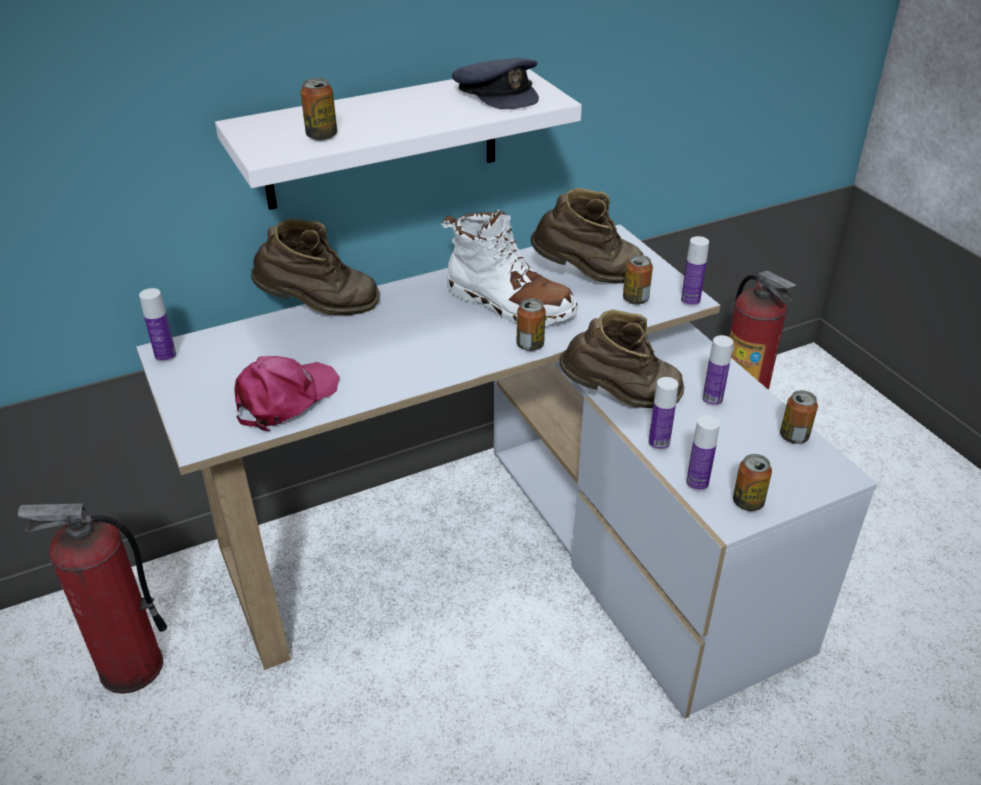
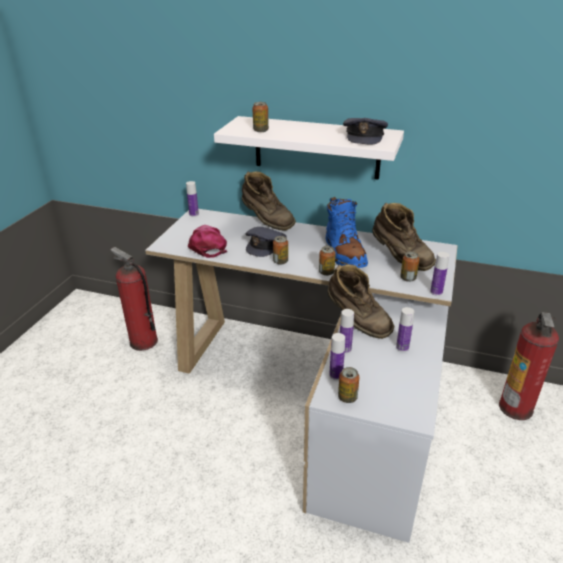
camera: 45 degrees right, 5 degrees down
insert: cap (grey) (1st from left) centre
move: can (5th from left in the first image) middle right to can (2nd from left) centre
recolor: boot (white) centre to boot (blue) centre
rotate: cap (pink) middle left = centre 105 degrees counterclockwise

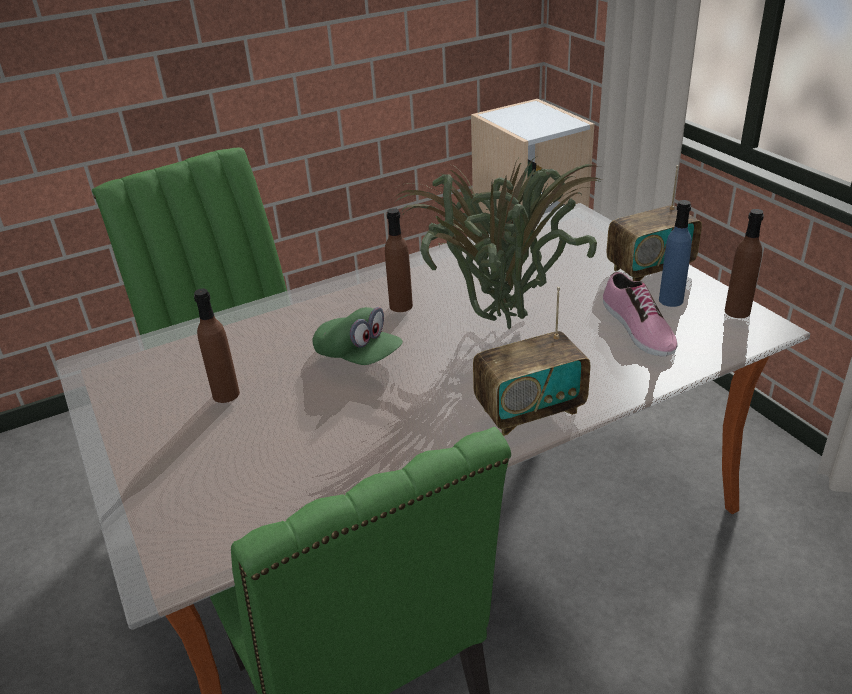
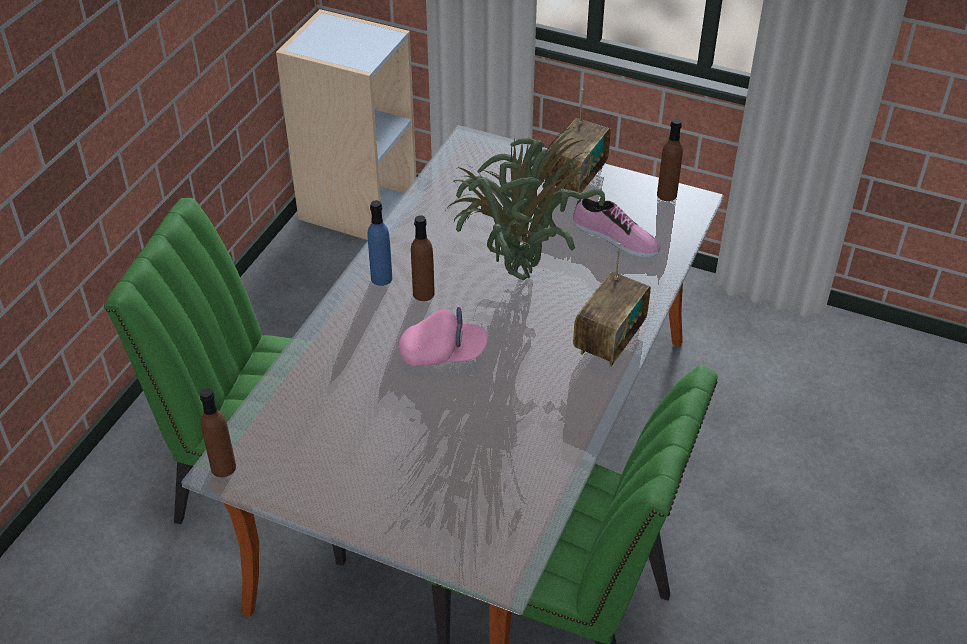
camera: 40 degrees left, 10 degrees up
move: bottle (brown) (1st from left) middle left to bottom left; bottle (blue) middle right to centre
recolor: cap (green) centre to cap (pink) centre

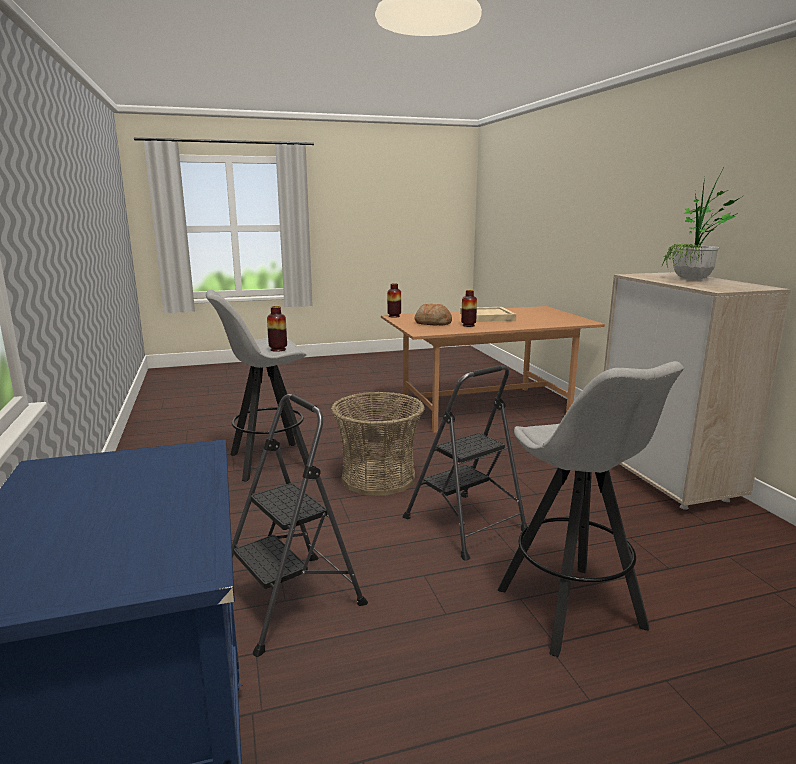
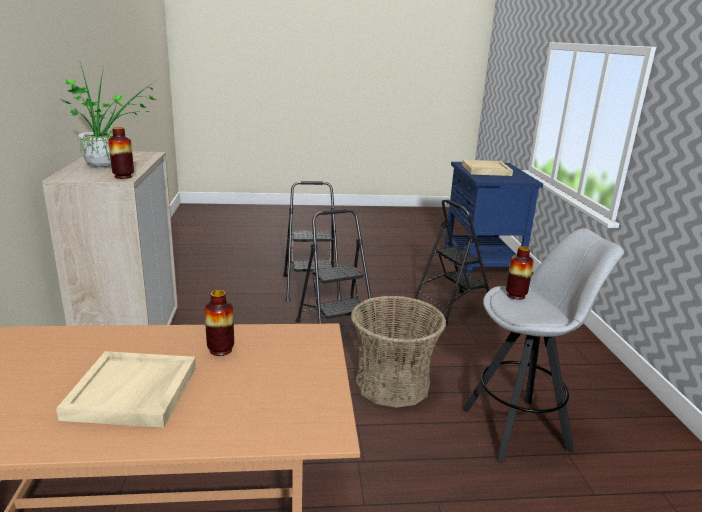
camera: 170 degrees left, 5 degrees up
delete: bread centre
insert: tray (beige) (2nd from left) top right
move: vase (2nd from left in the first image) centre to vase (1st from left) top left
replace: stool (grey) (2nd from left) middle right to step ladder (black) (1st from left) centre

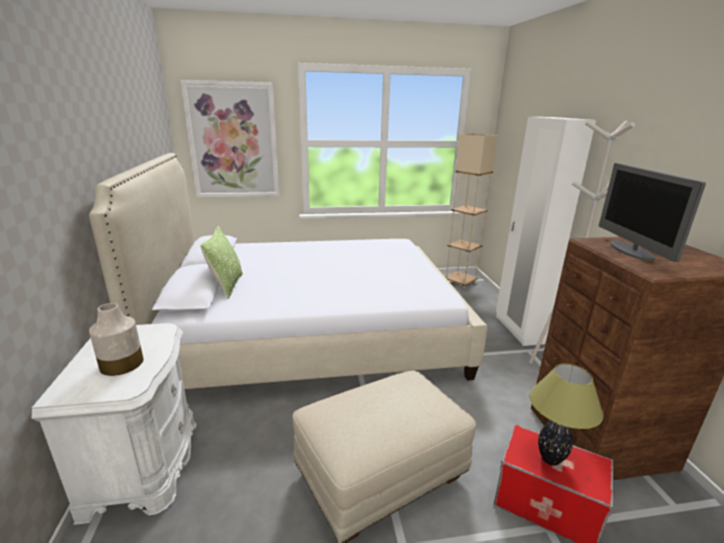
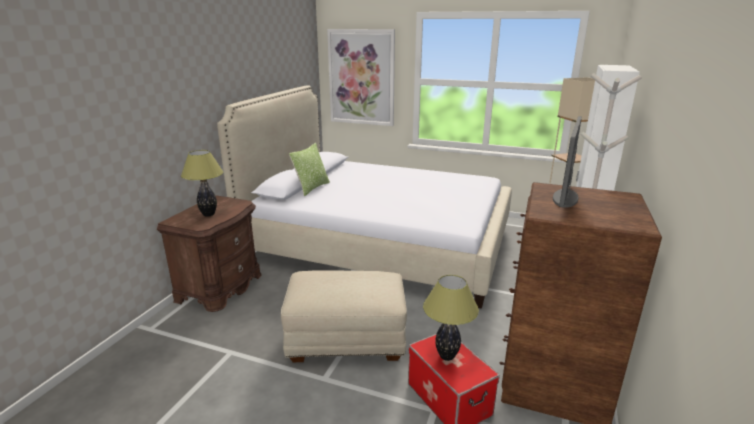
camera: 30 degrees right, 0 degrees up
replace: vase (beige) middle left to table lamp (1st from left) middle left
recolor: nightstand (white) bottom left to nightstand (brown) middle left

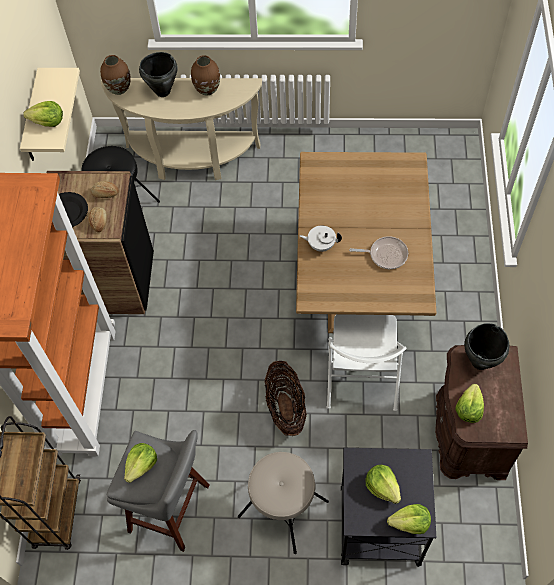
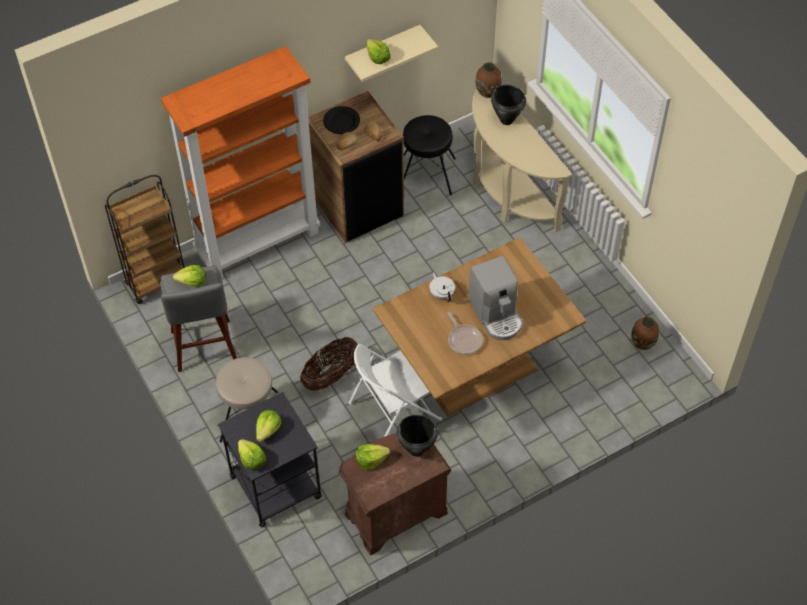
camera: 55 degrees right, 5 degrees down
insert: coffee machine centre
move: vase (brown) (2nd from left) top centre to middle right

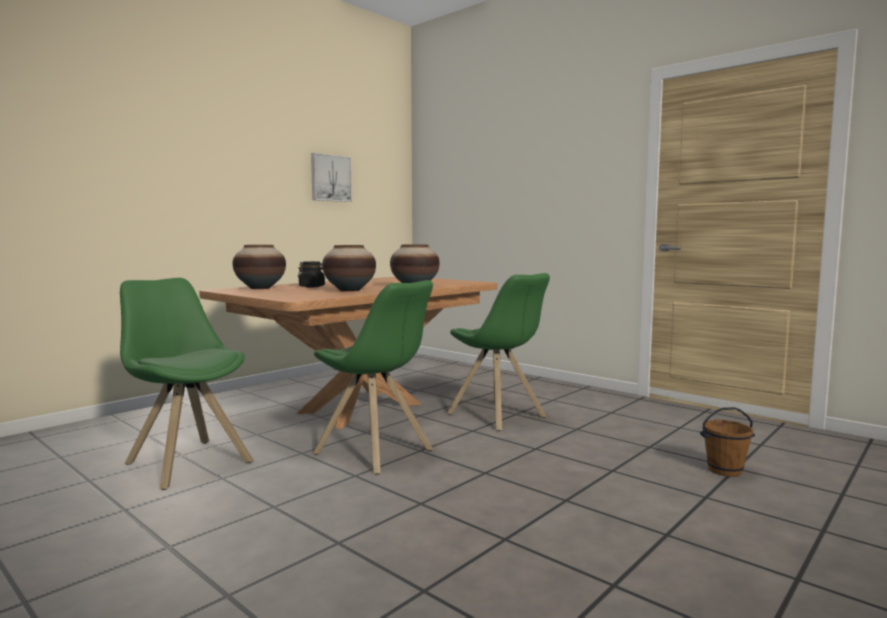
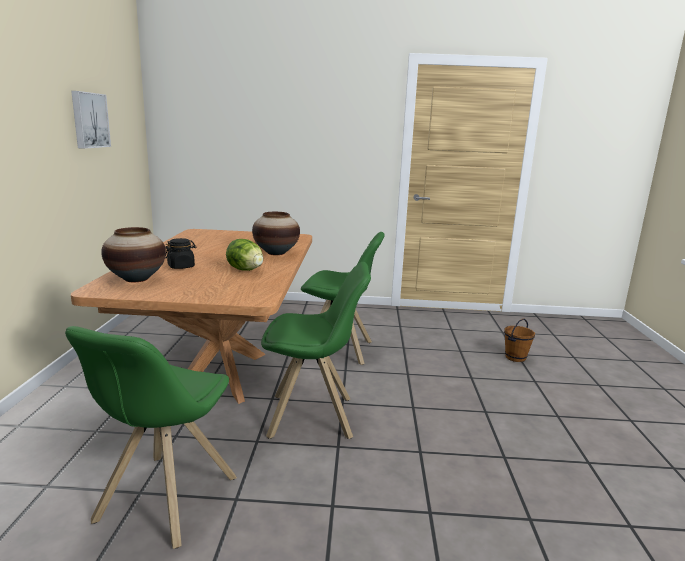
camera: 40 degrees left, 10 degrees up
replace: vase (2nd from left) centre to lettuce centre
rotate: chair (green) (1st from left) middle left = bottom left 75 degrees counterclockwise

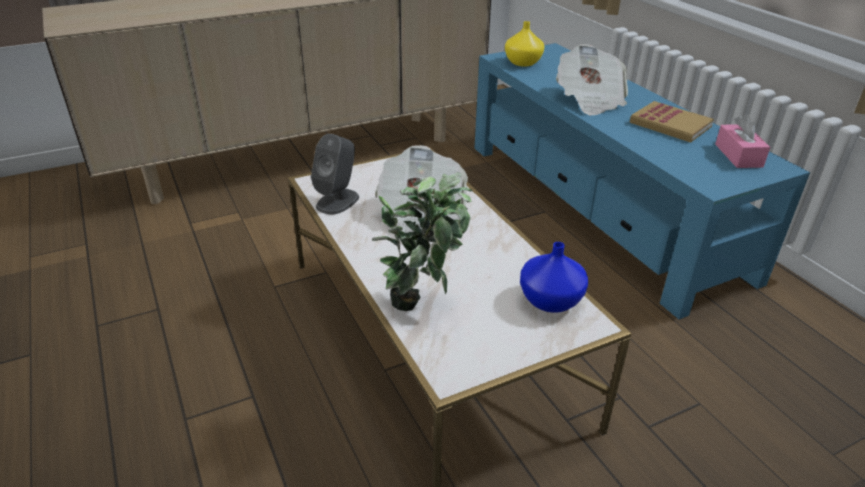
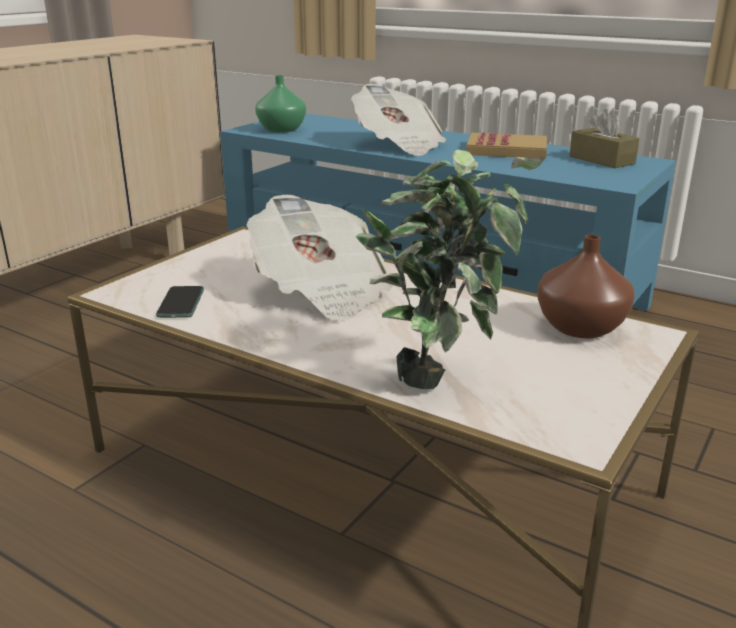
camera: 30 degrees left, 10 degrees down
replace: speaker (grey) centre to phone middle left
recolor: vase (yellow) top centre to vase (green) top centre; vase (blue) centre to vase (brown) middle right; tissue box (pink) top right to tissue box (brown) top right

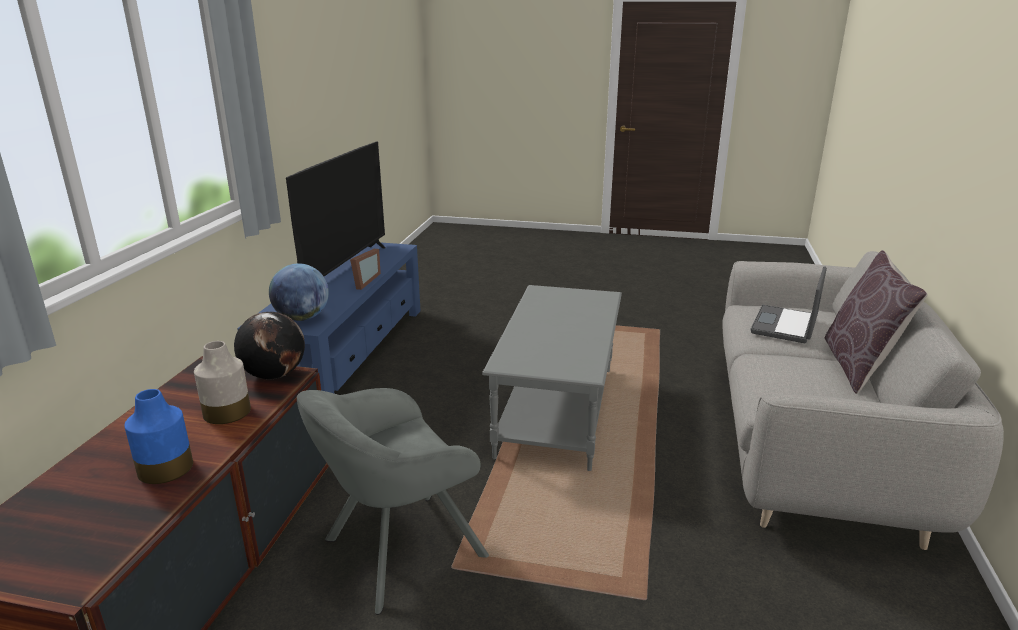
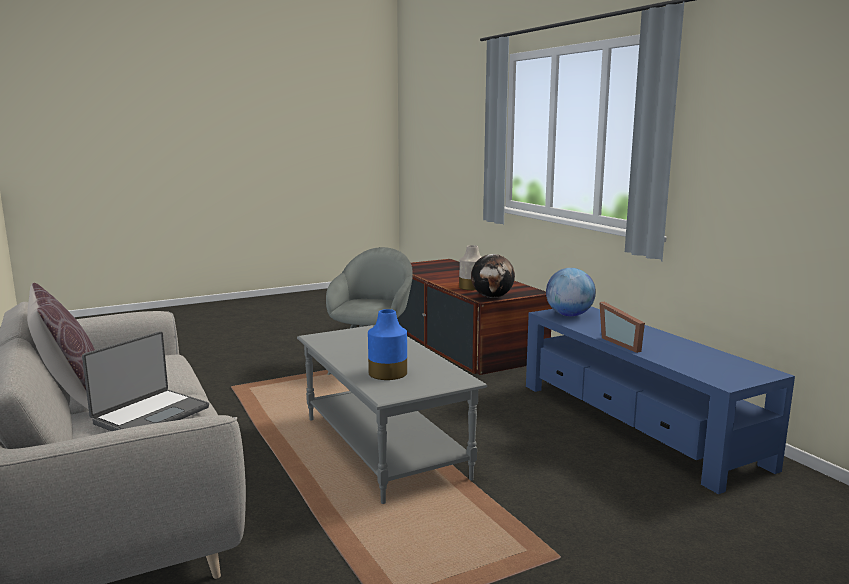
camera: 140 degrees right, 10 degrees down
delete: television top left
move: vase (blue) bottom left to centre
rotate: laptop middle right = middle left 45 degrees clockwise

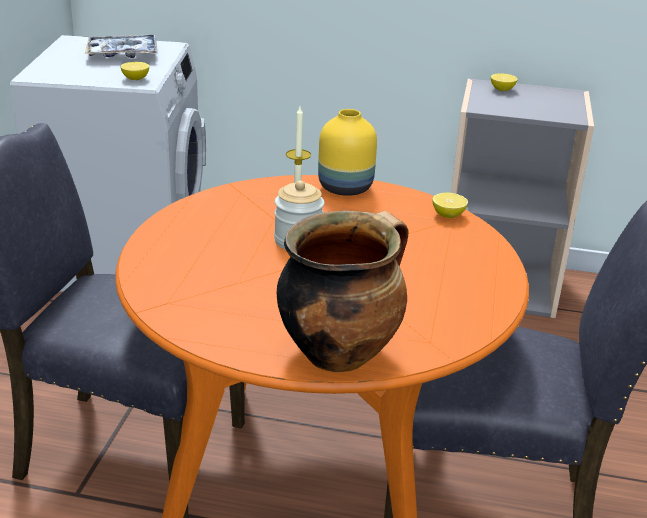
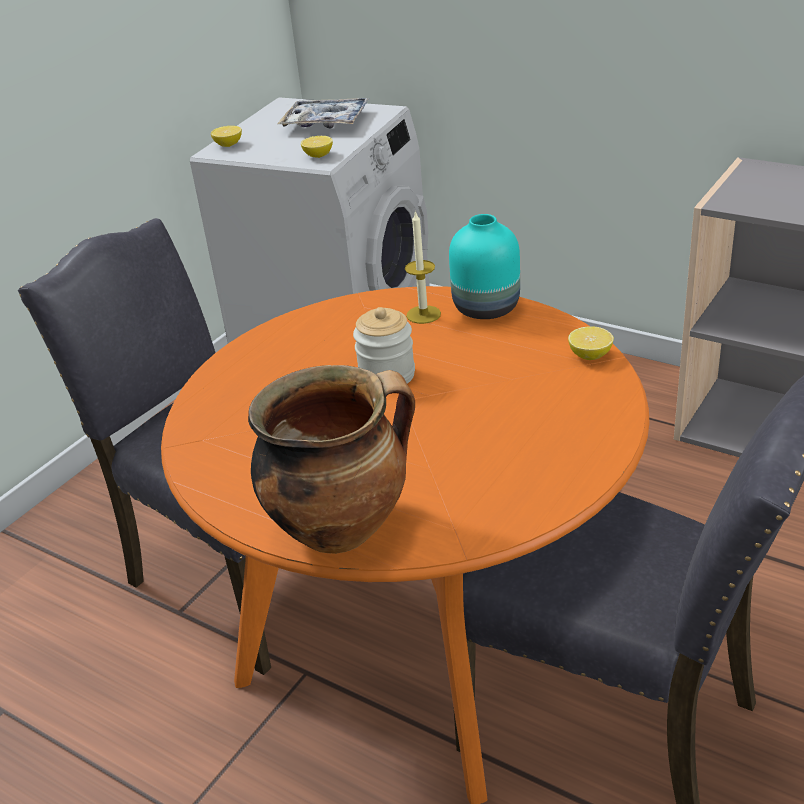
camera: 25 degrees right, 5 degrees up
move: lemon (3rd from left in the first image) top right to lemon (1st from left) top left
recolor: vase (yellow) top centre to vase (turquoise) top centre

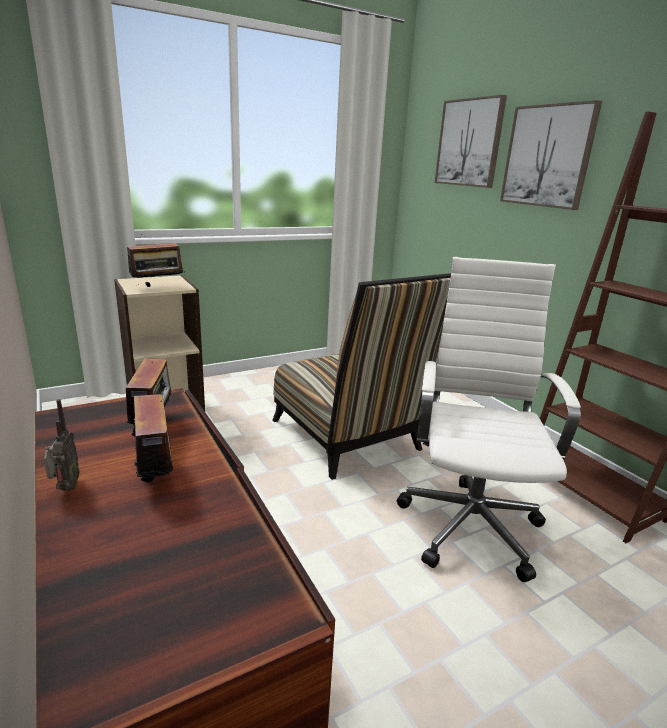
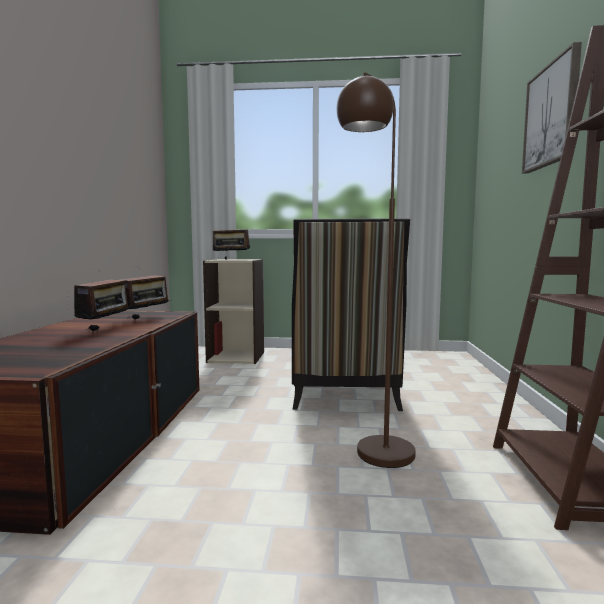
camera: 35 degrees right, 15 degrees down
delete: radio (1st from left) middle left; picture (1st from left) top right
replace: office chair (white) middle right to floor lamp (brown) centre

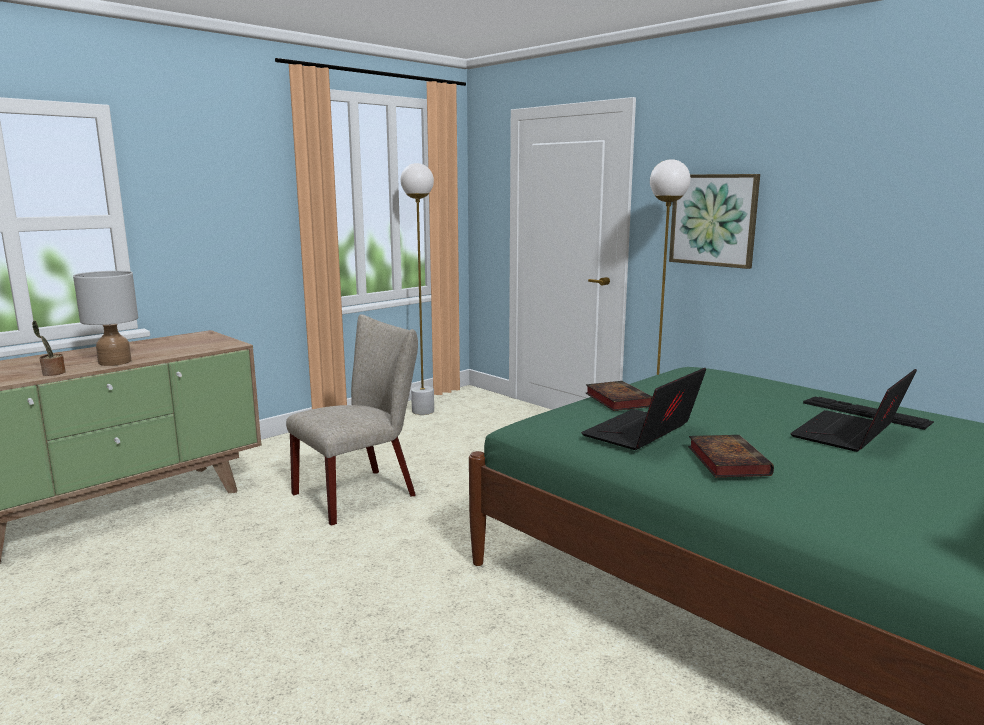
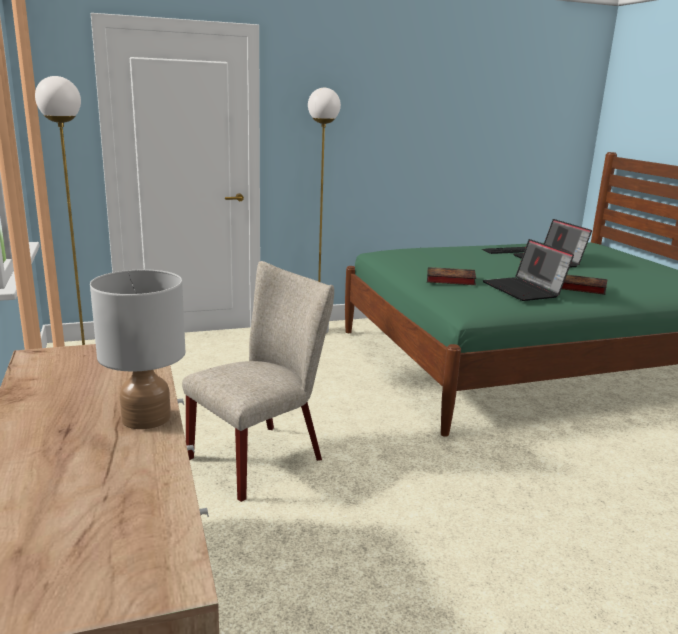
camera: 65 degrees left, 5 degrees up
delete: potted plant middle left; picture top right
rotate: chair (beige) centre = centre 60 degrees clockwise

